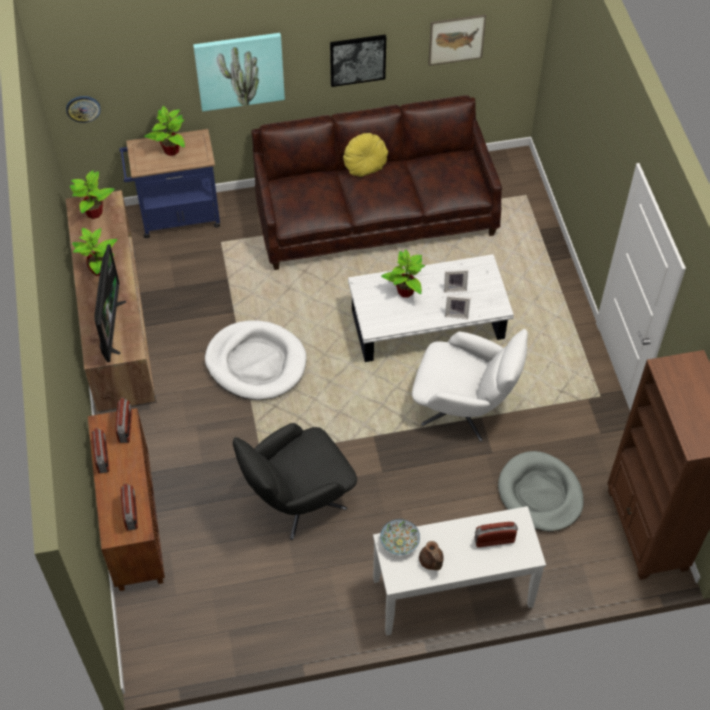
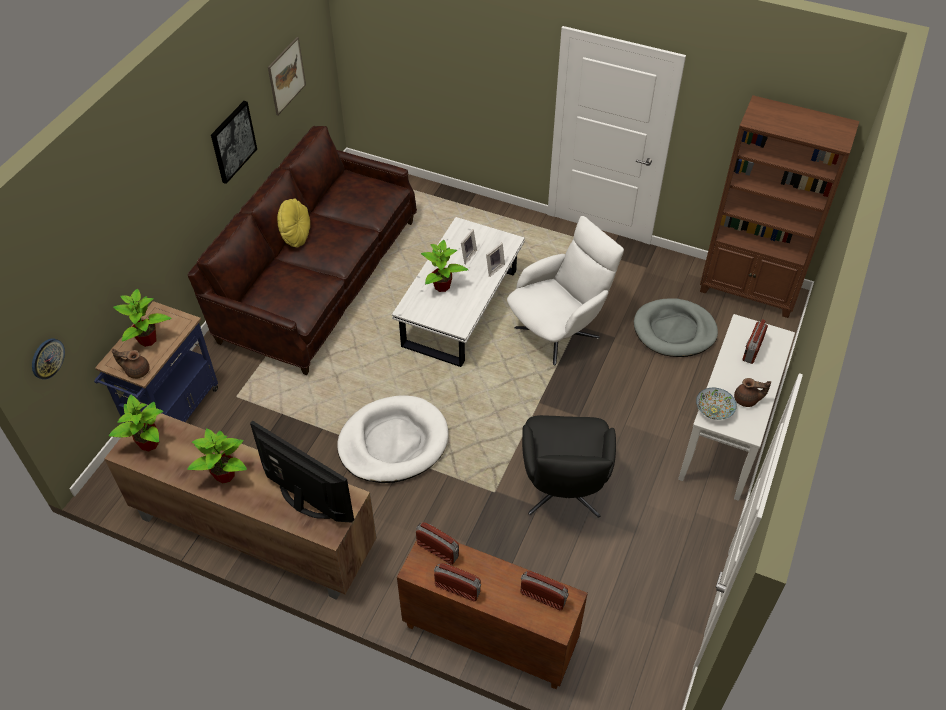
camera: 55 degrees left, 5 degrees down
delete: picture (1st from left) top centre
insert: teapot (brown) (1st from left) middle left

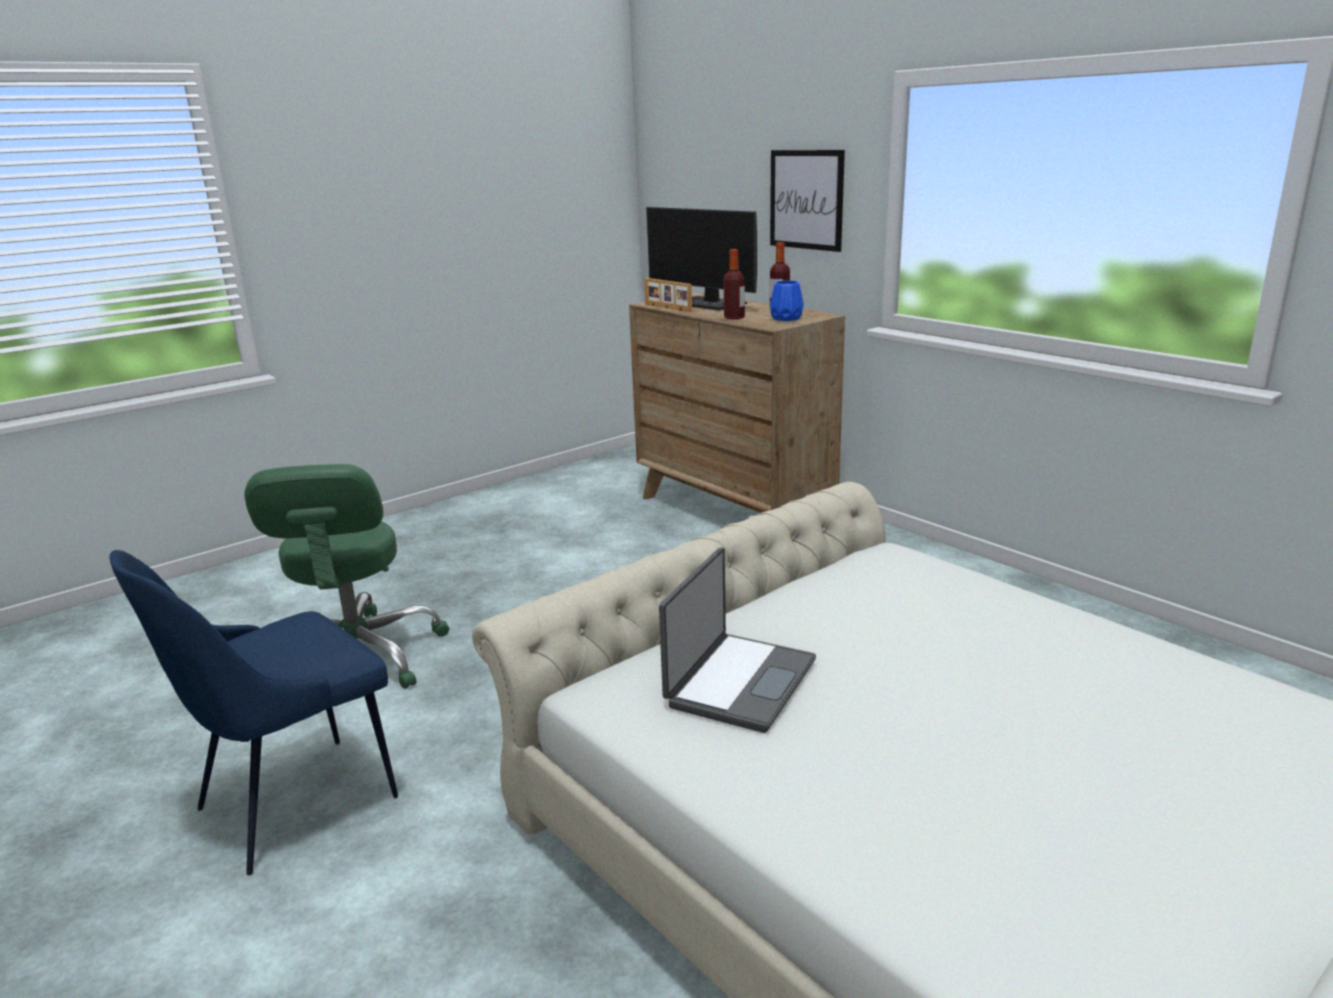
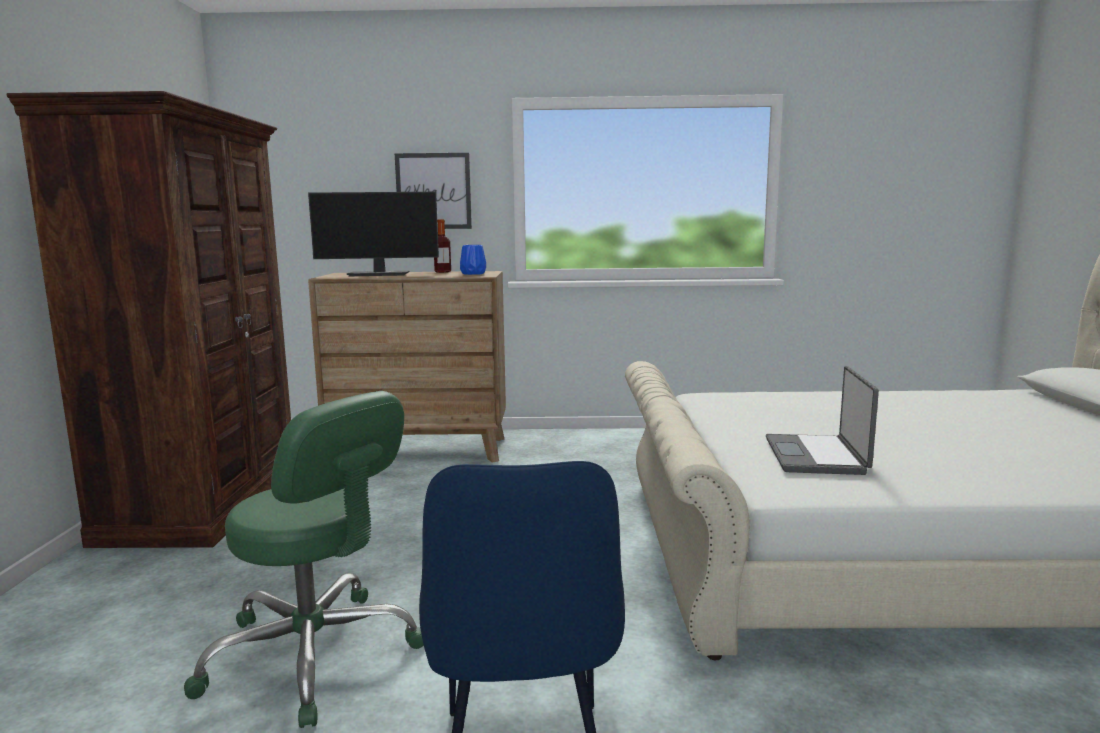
camera: 50 degrees left, 10 degrees down
delete: picture frame top centre; bottle (1st from left) top centre
insert: wardrobe (brown) middle left
rotate: laptop centre = middle right 150 degrees counterclockwise

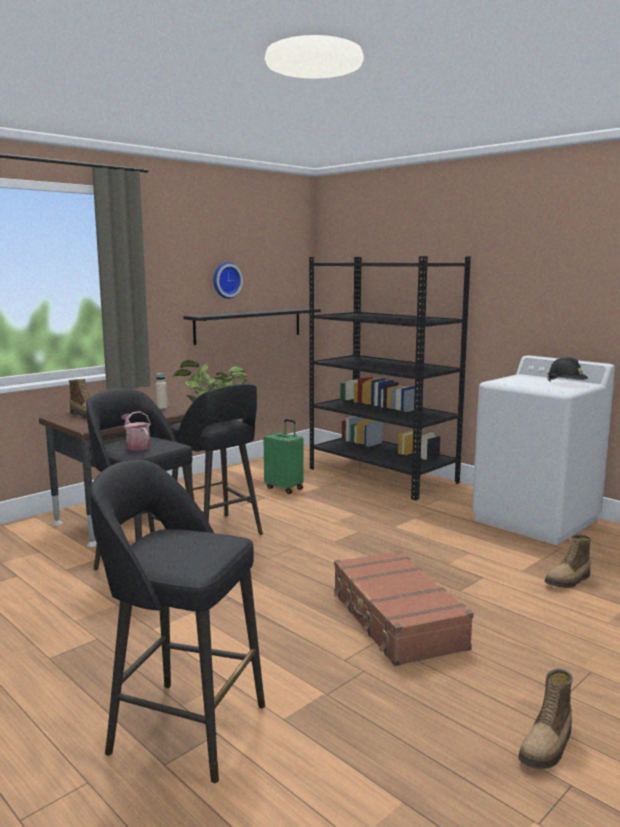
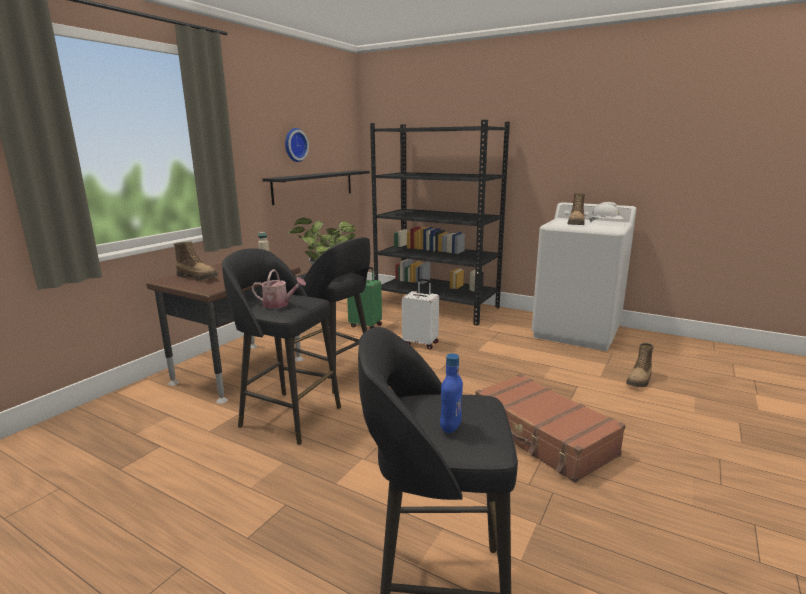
camera: 15 degrees left, 5 degrees up
insert: suitcase (white) centre; bottle (blue) centre
move: boot (2nd from left) bottom right to middle right
recolor: hard hat (black) middle right to hard hat (white) middle right
rotate: watering can middle left = centre 150 degrees clockwise

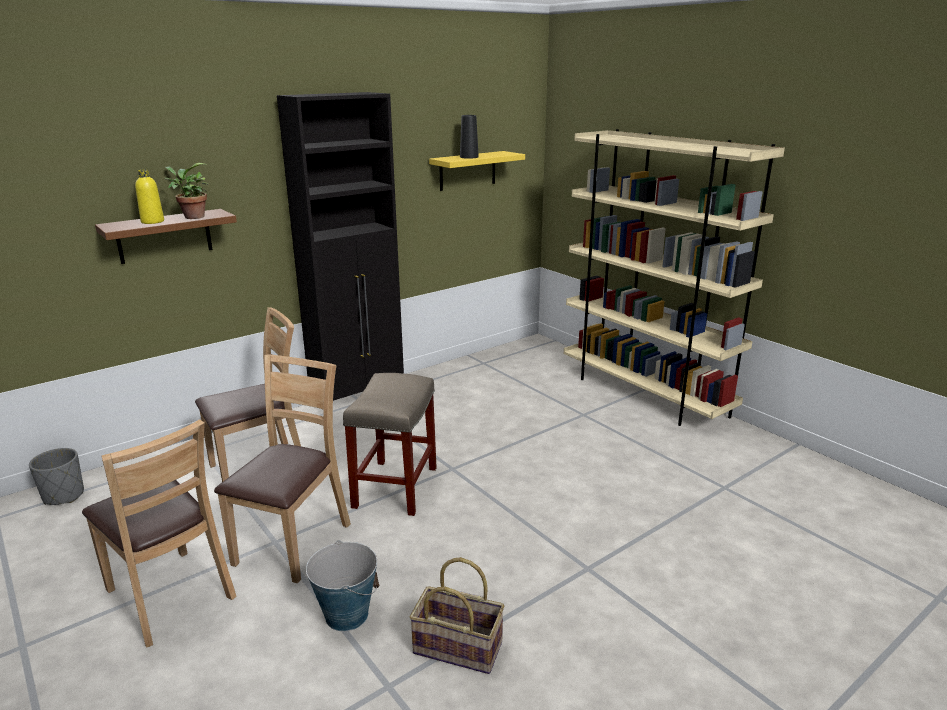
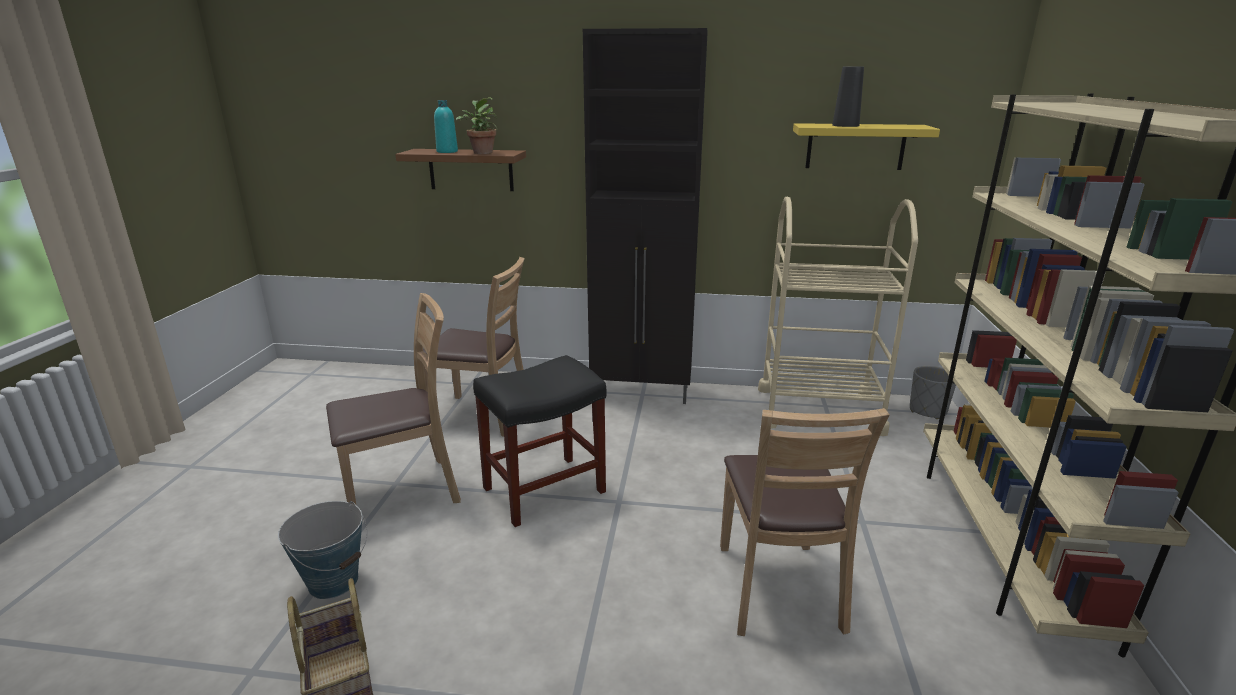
camera: 45 degrees right, 0 degrees up
insert: cart (beige) middle right
move: chair (brown) (1st from left in the first image) bottom left to chair (brown) (3rd from left) bottom centre; planter (grey) bottom left to middle right
recolor: bottle (yellow) top left to bottle (turquoise) top centre; stool (beige) centre to stool (black) centre

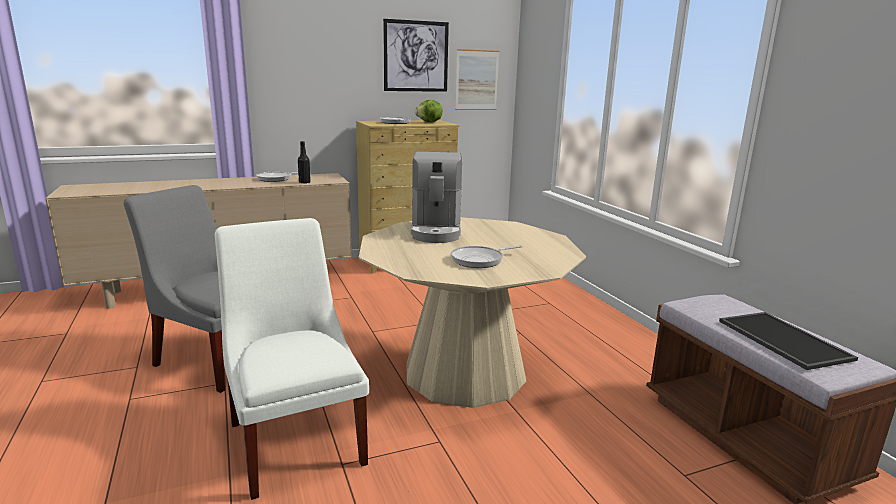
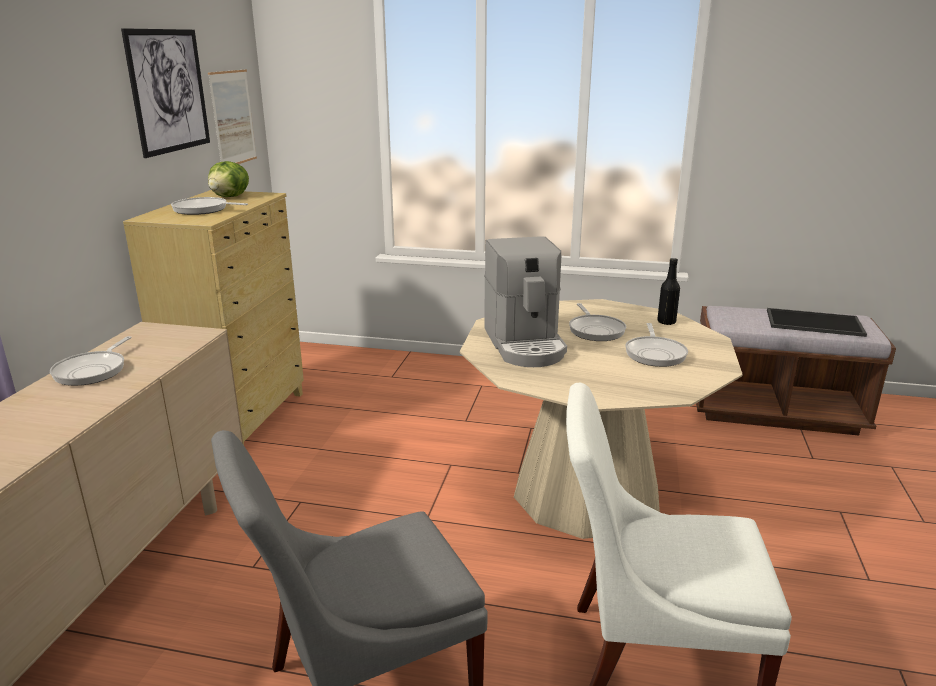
camera: 55 degrees left, 5 degrees up
insert: frying pan (3rd from left) centre
move: bottle (black) top centre to middle right
rotate: coffee machine centre = centre 45 degrees clockwise

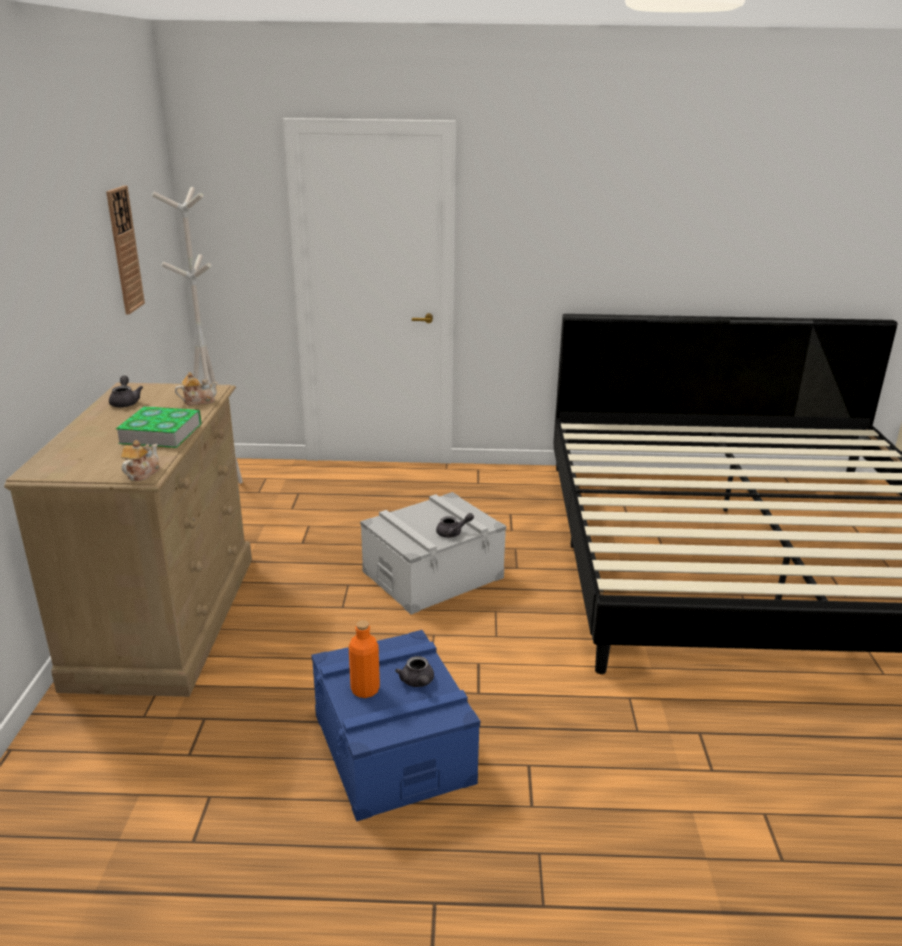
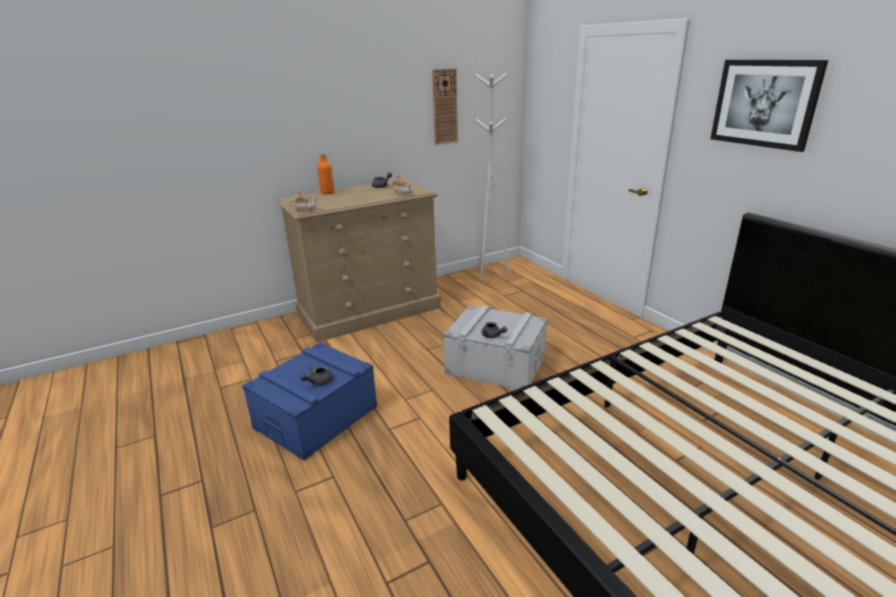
camera: 60 degrees right, 0 degrees up
delete: book middle left
insert: picture top right
move: bottle (orange) bottom centre to top centre

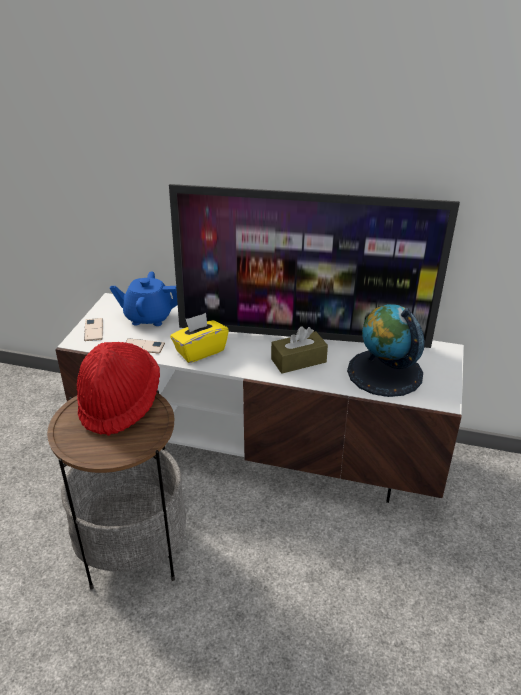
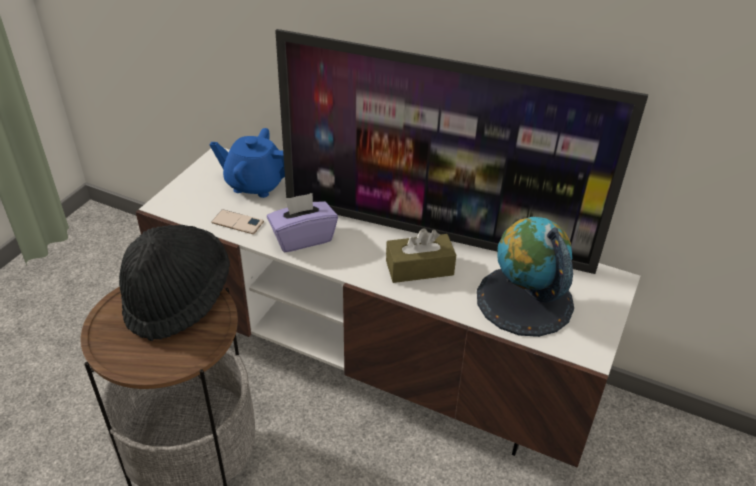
camera: 10 degrees right, 5 degrees up
delete: phone (1st from left) middle left
recolor: hat (red) middle left to hat (black) middle left; tissue box (yellow) centre to tissue box (purple) centre

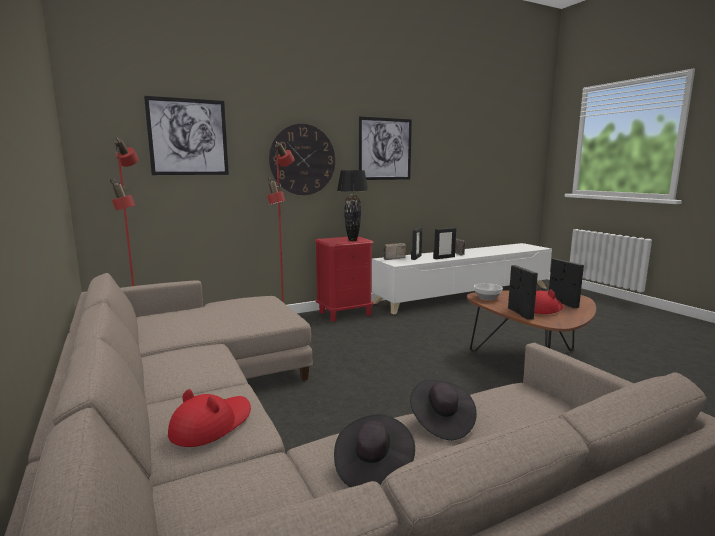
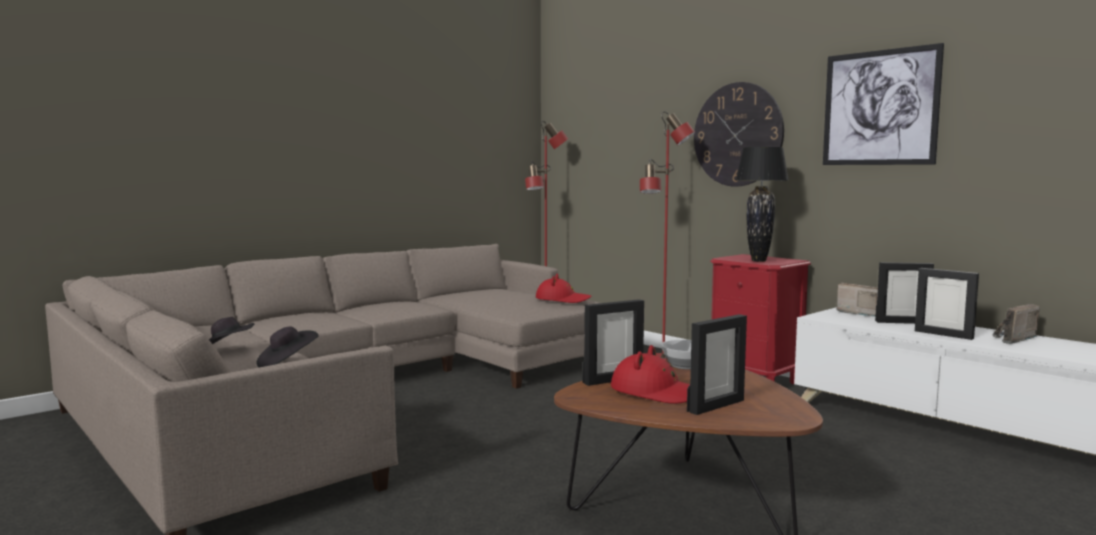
camera: 75 degrees right, 5 degrees down
delete: picture (1st from left) top left
move: hat (red) (1st from left) bottom left to centre

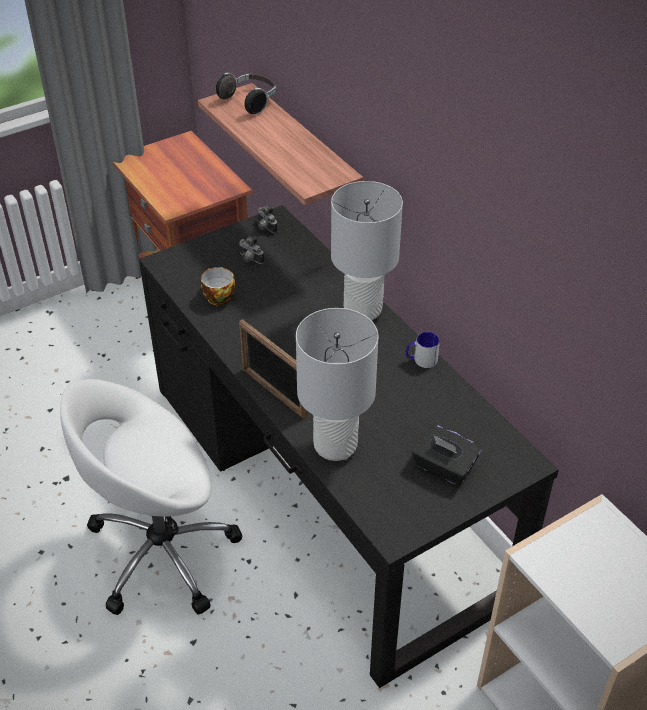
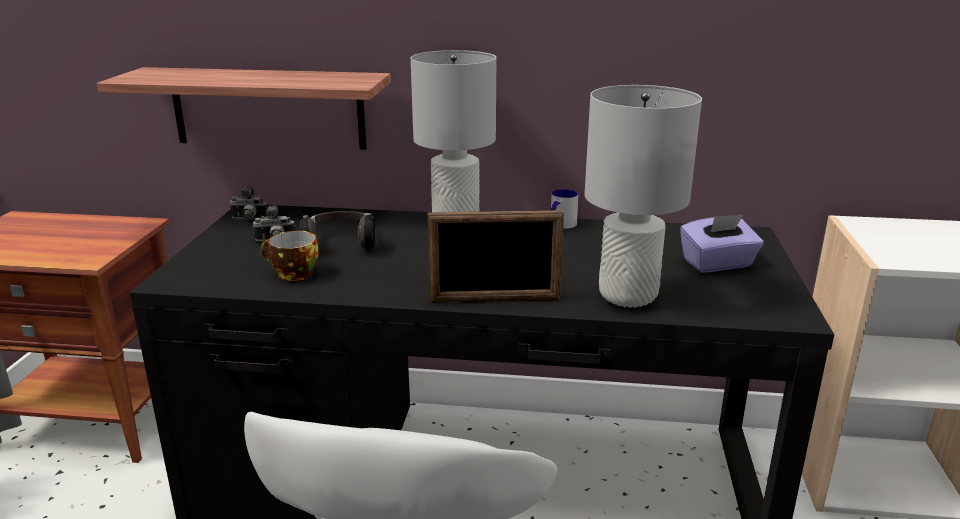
camera: 50 degrees left, 20 degrees down
move: headphones top centre to centre
recolor: tissue box (black) middle right to tissue box (purple) middle right

